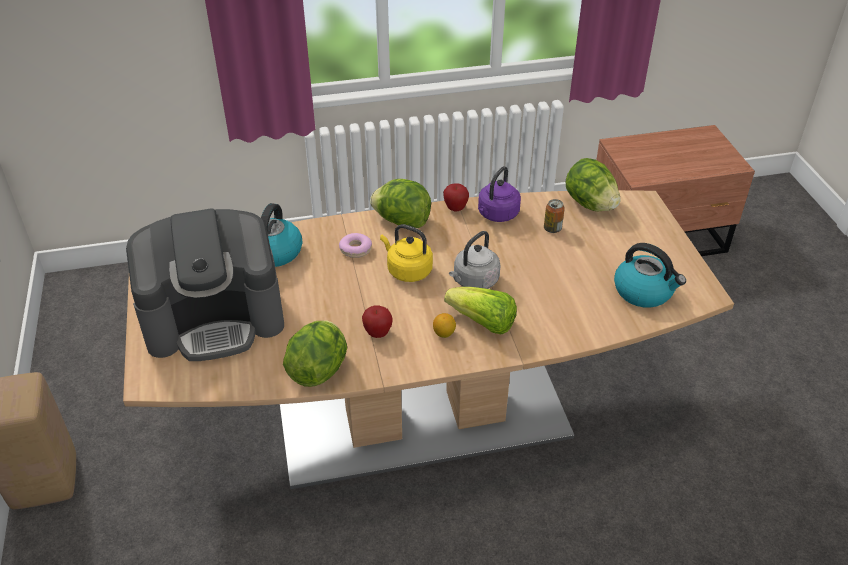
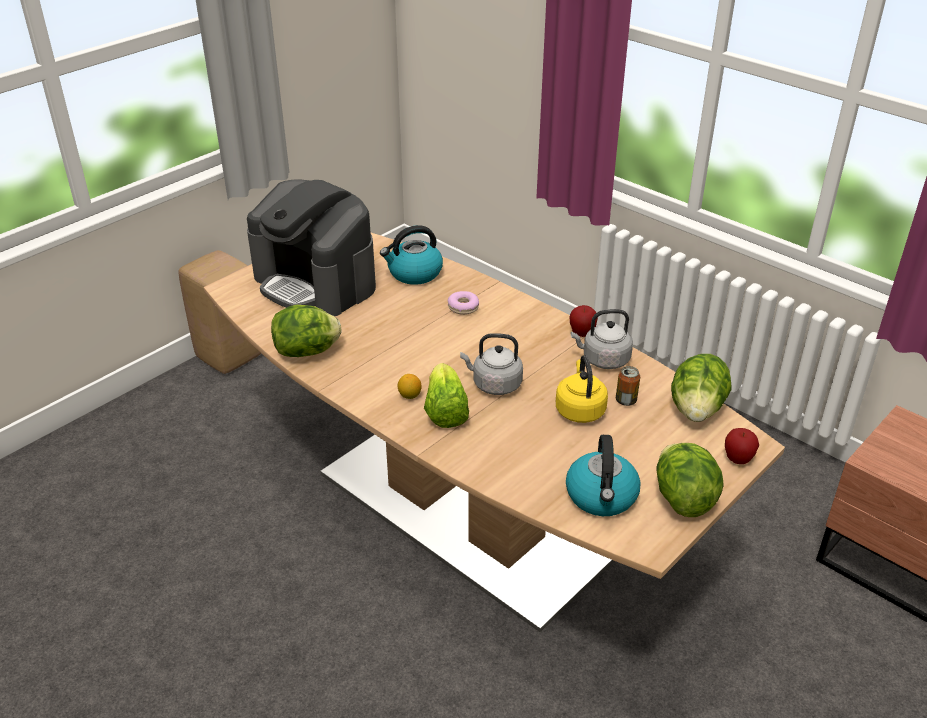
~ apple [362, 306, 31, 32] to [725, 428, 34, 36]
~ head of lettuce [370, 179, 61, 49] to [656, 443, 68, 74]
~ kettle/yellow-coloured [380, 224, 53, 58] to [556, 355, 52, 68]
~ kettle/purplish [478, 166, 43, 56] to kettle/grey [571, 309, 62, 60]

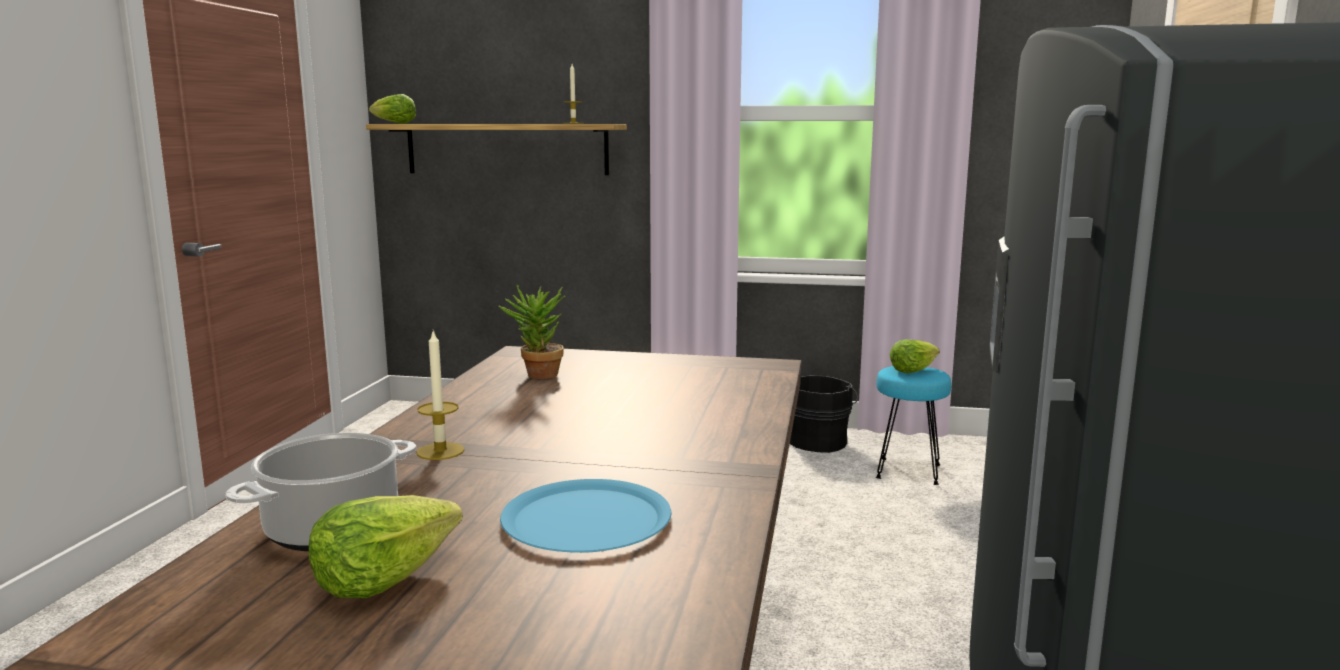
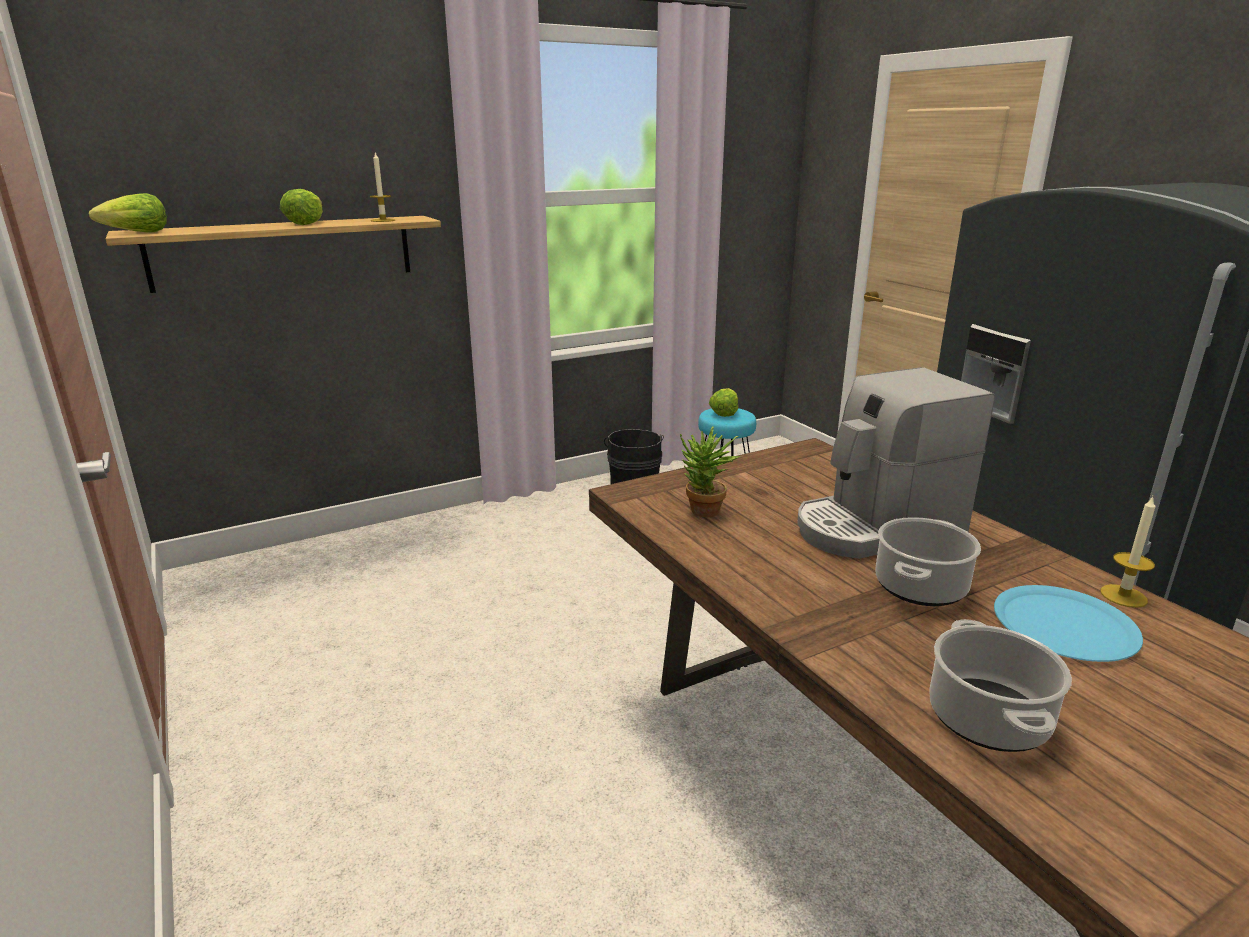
~ head of lettuce [309, 495, 154, 103] to [280, 189, 43, 36]
~ wax candle [417, 331, 48, 129] to [1100, 496, 55, 112]
+ coffee machine [798, 367, 197, 192]
+ saucepot [876, 517, 105, 89]

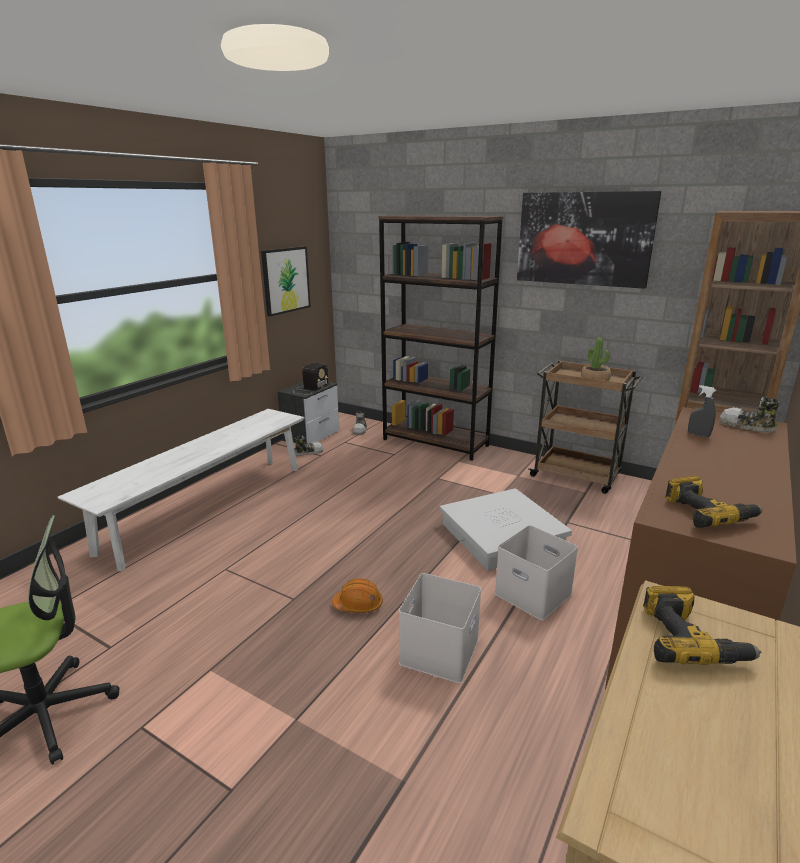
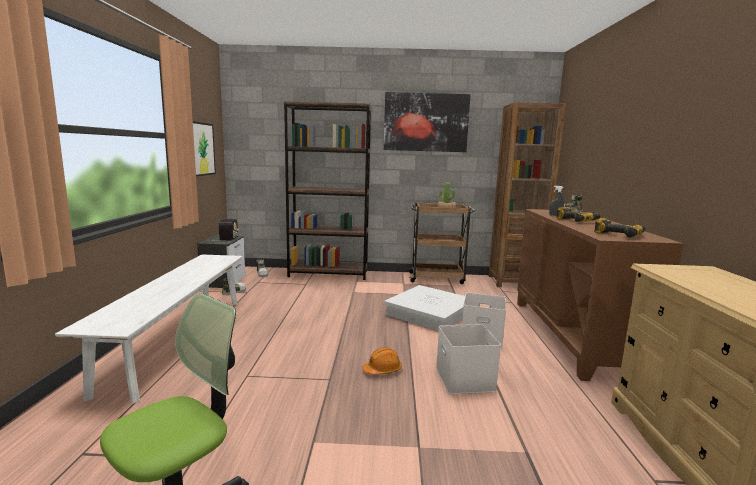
~ electric drill [643, 586, 119, 79] to [556, 207, 45, 15]

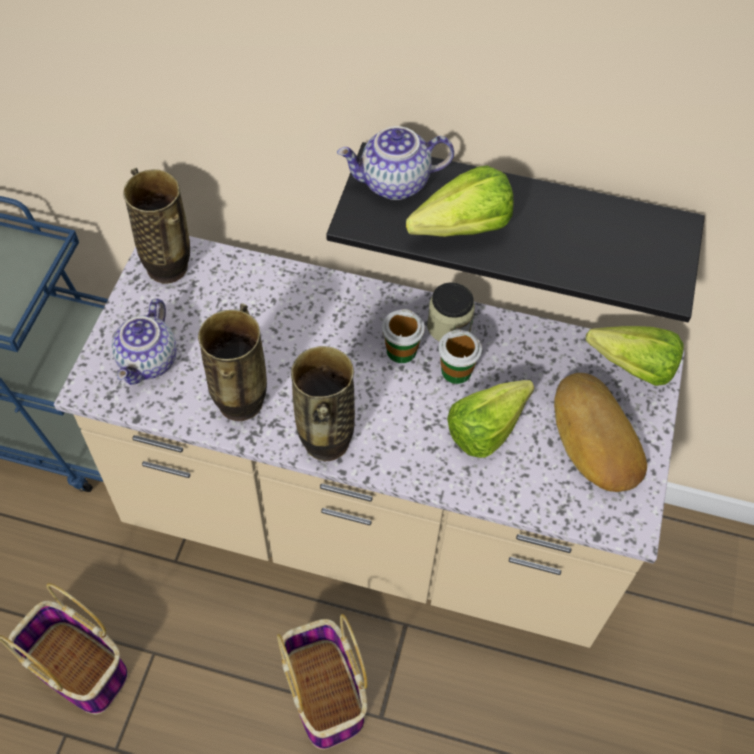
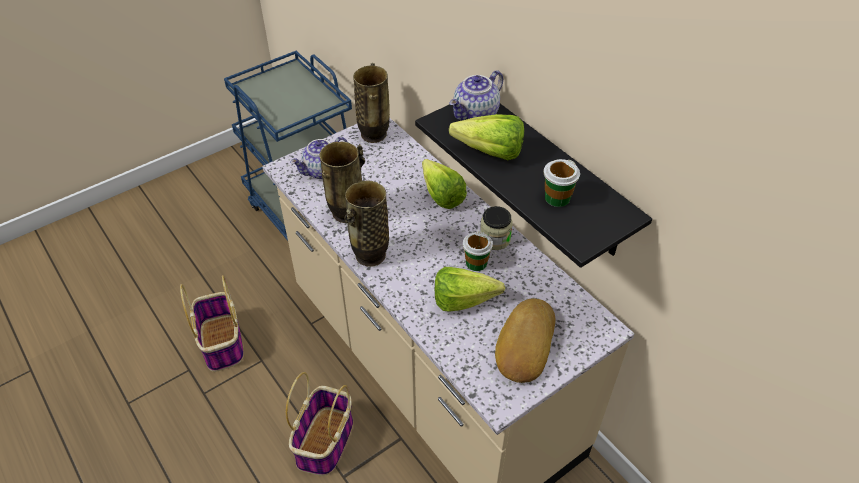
~ pot for tea [337, 126, 117, 74] = [449, 70, 54, 51] 75 degrees counterclockwise
~ drinking cup [382, 309, 43, 54] to [544, 159, 36, 48]
~ head of lettuce [586, 326, 97, 60] to [422, 159, 45, 50]

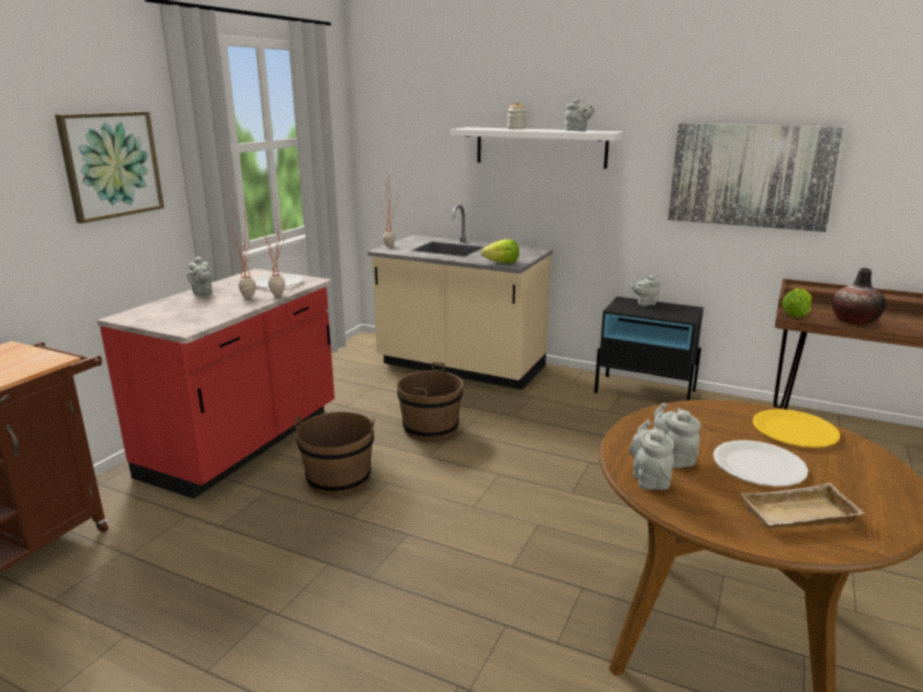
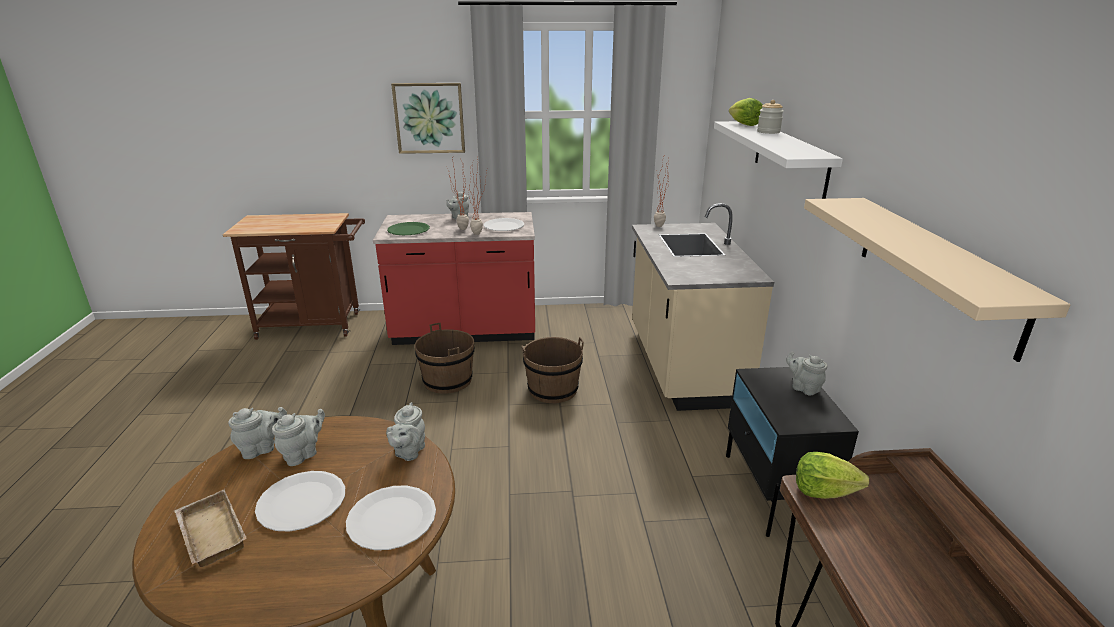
~ head of lettuce [481, 239, 38, 24] to [729, 98, 34, 28]
~ pot for tea/grey [565, 98, 30, 33] to [386, 402, 39, 59]
~ picture [668, 123, 178, 109] to bracket shelf/sand-coloured [804, 198, 267, 164]
~ flat dish/yellow-coloured [752, 409, 88, 39] to flat dish/white [346, 486, 90, 64]
- decorative vase [832, 268, 54, 58]
+ flat dish/green [387, 222, 43, 13]

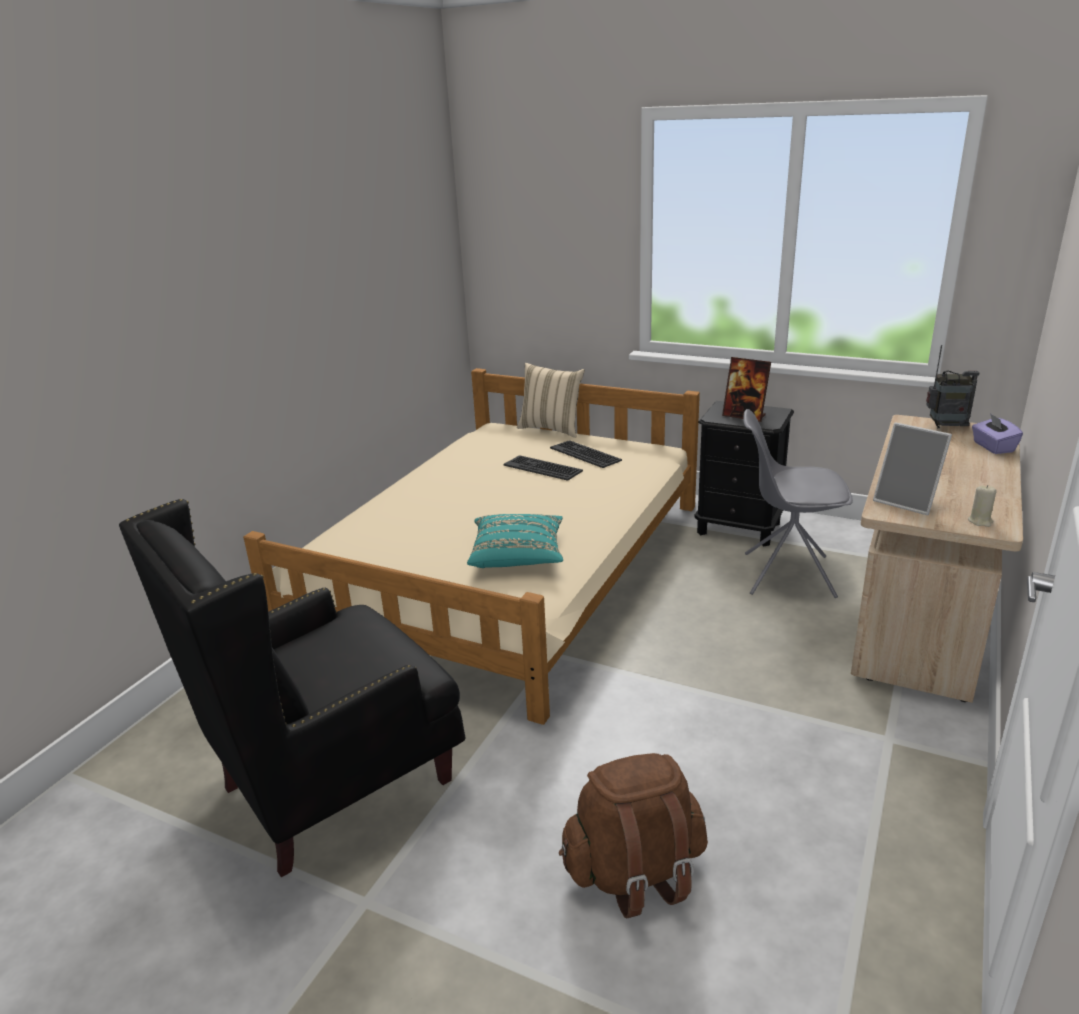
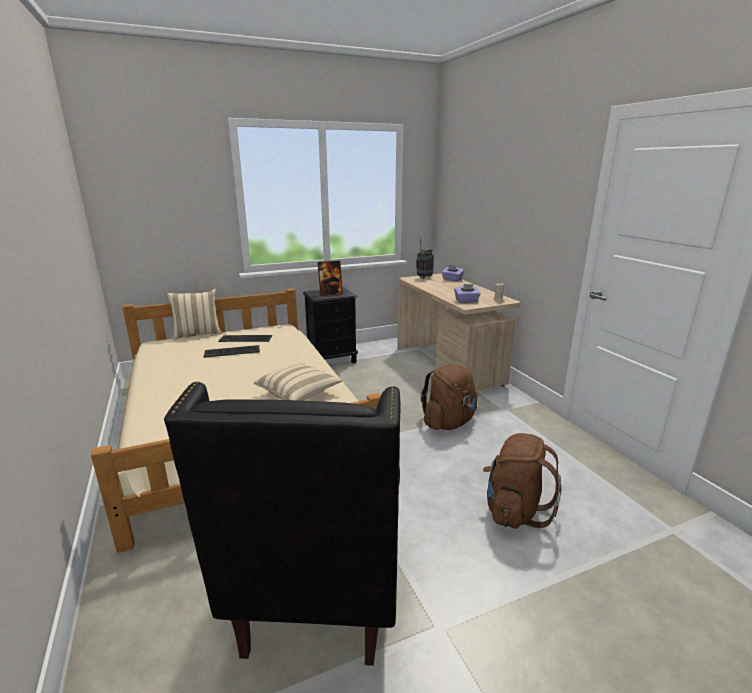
~ cushion/turquoise-coloured [467, 514, 96, 54] to cushion/sand-coloured [254, 363, 89, 38]
- upright chair/grey [743, 409, 110, 189]
~ standing frame [873, 422, 79, 93] to tissue box/purplish [454, 284, 27, 19]
+ rucksack/brown [421, 364, 57, 66]

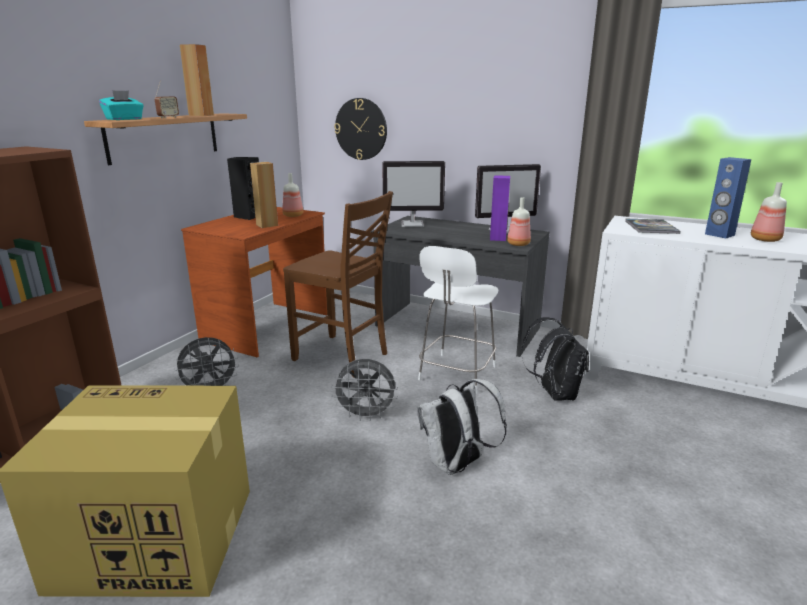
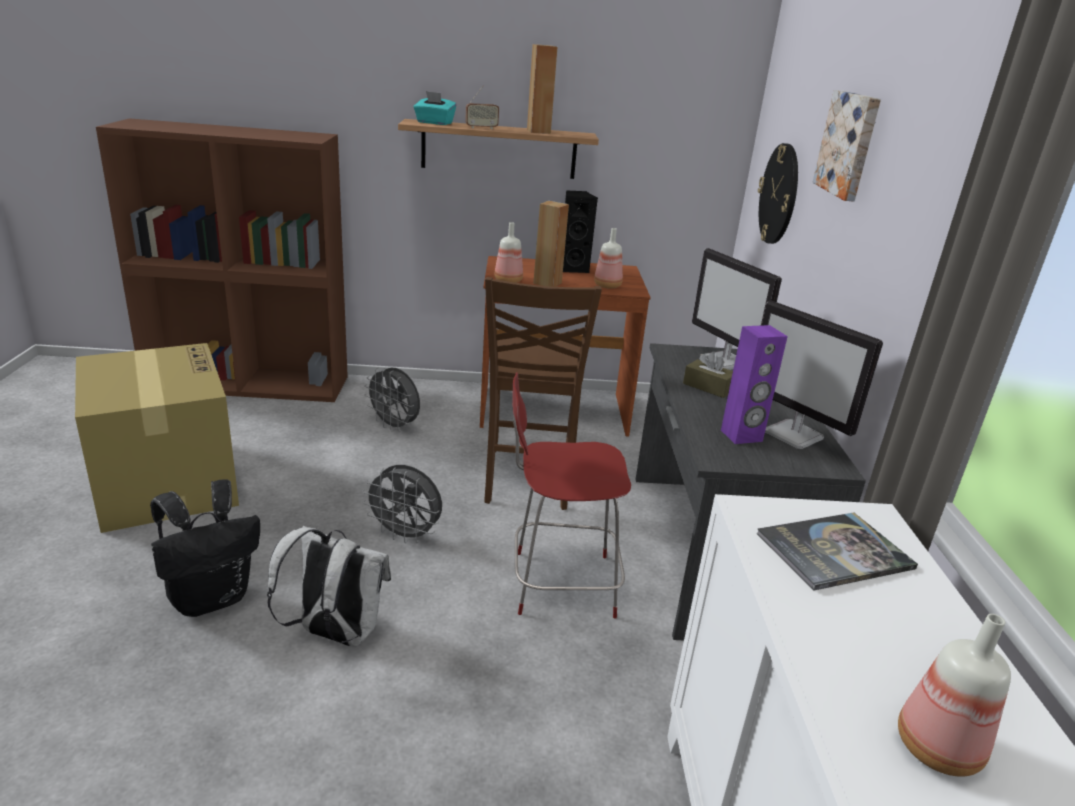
~ fan/grey [331, 359, 67, 62] = [362, 465, 80, 78] 45 degrees counterclockwise
~ upright chair/white [418, 246, 80, 148] to upright chair/reddish [512, 372, 119, 247]
~ drink bottle [507, 197, 24, 49] to [494, 222, 29, 61]
~ rucksack/black-coloured [521, 317, 68, 84] to [150, 479, 110, 138]
- speaker/blue [705, 157, 46, 81]
+ tissue box/brown [683, 352, 50, 46]
+ picture [813, 90, 68, 112]

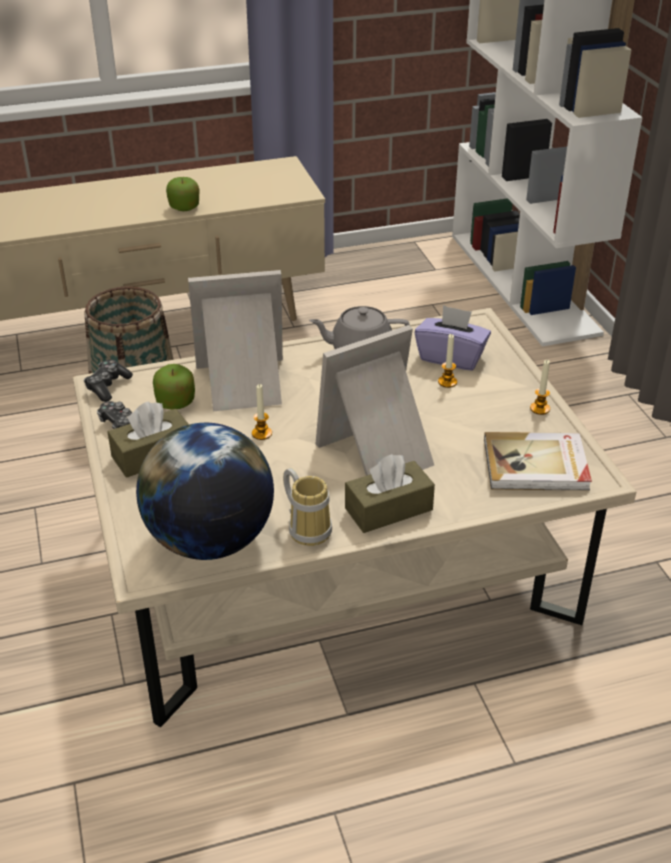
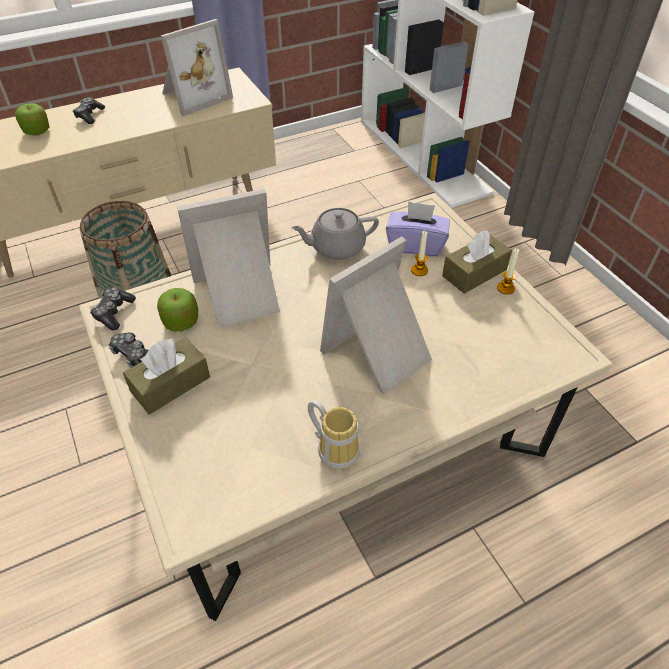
- world globe [136, 423, 138, 137]
~ apple [166, 177, 34, 34] to [15, 103, 35, 32]
- wax candle [252, 384, 20, 56]
~ tissue box/brown [345, 454, 90, 79] to [442, 230, 70, 64]
- bound book [484, 432, 108, 59]
+ gamepad [73, 97, 32, 27]
+ standing frame [161, 19, 72, 98]

